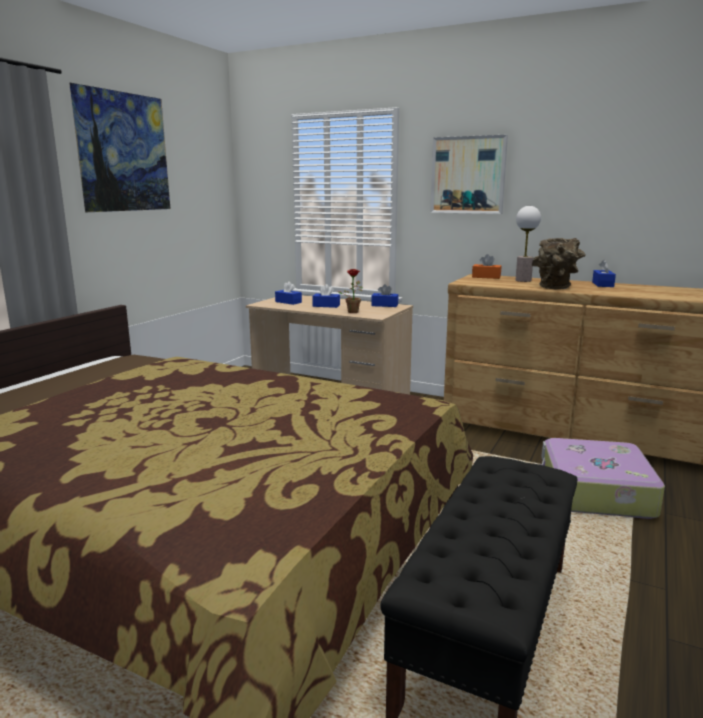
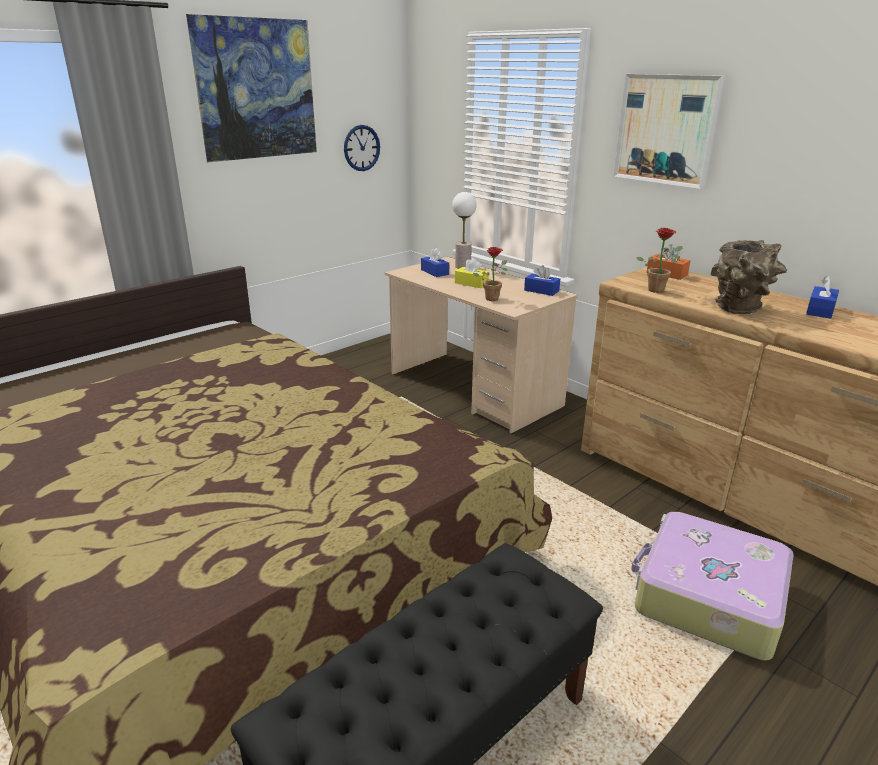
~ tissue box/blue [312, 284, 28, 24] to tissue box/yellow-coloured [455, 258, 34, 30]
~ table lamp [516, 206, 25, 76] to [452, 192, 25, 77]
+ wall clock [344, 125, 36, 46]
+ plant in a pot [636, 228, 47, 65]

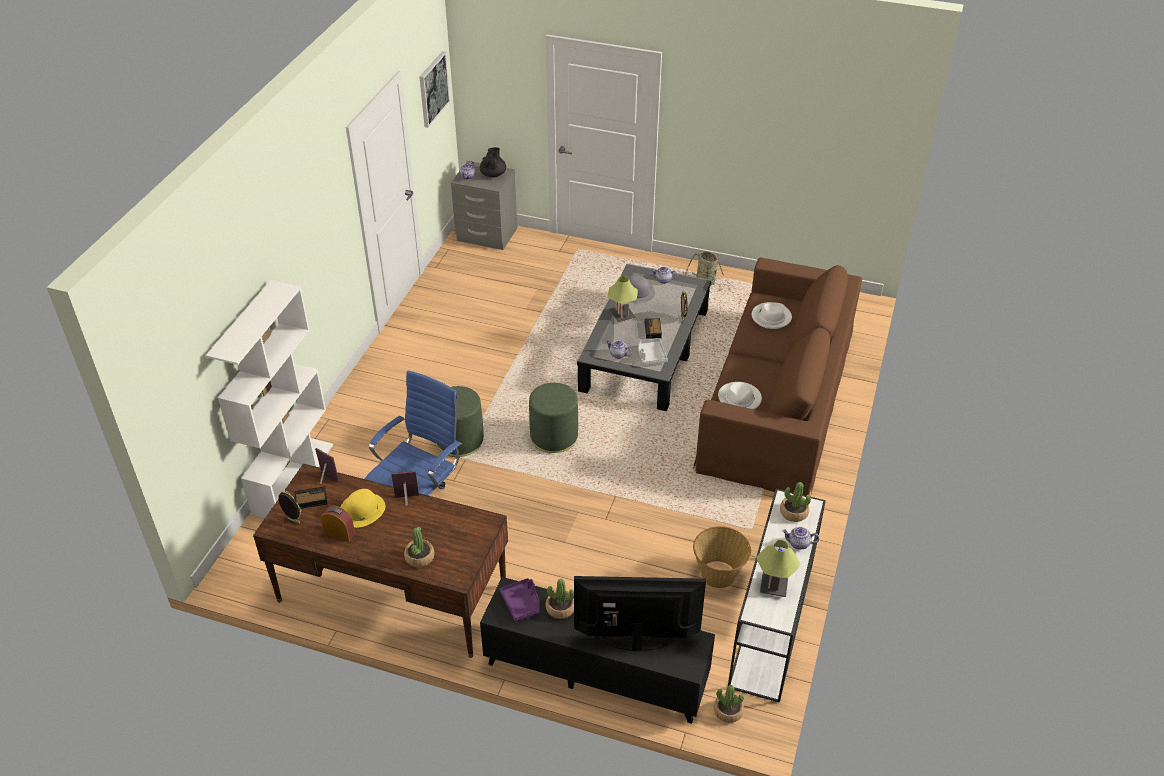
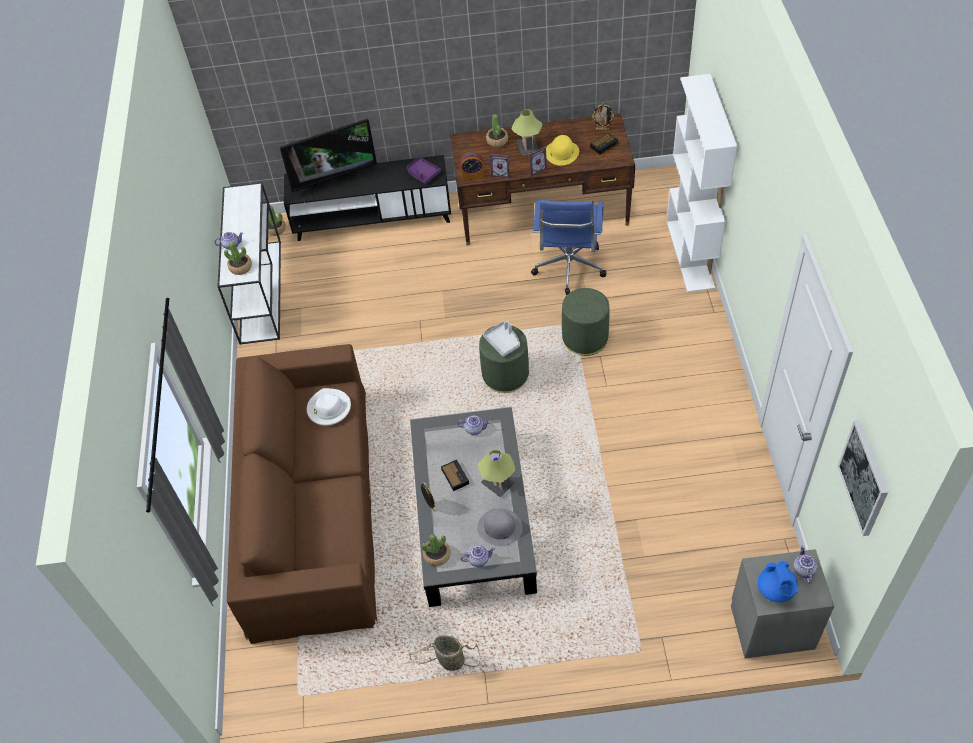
~ standing frame [315, 448, 24, 36] to [490, 154, 20, 25]
~ table clock [321, 506, 34, 36] to [460, 152, 24, 27]
~ pot for tea/black-coloured [480, 147, 26, 31] to pot for tea/blue [757, 561, 41, 42]
~ plant in a pot [546, 579, 28, 40] to [421, 534, 30, 32]
~ carrying tray/grey [639, 338, 29, 27] to [483, 321, 37, 36]
- storage basket [693, 526, 58, 62]
- wearable hat/white [752, 302, 40, 27]
~ table lamp [756, 540, 44, 57] to [511, 109, 32, 46]

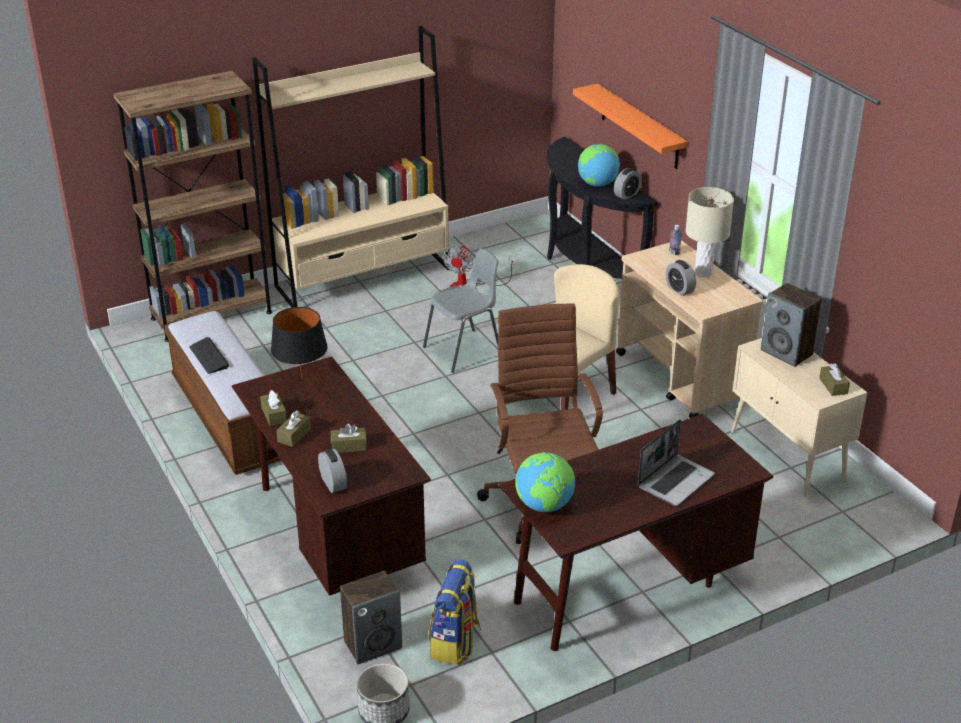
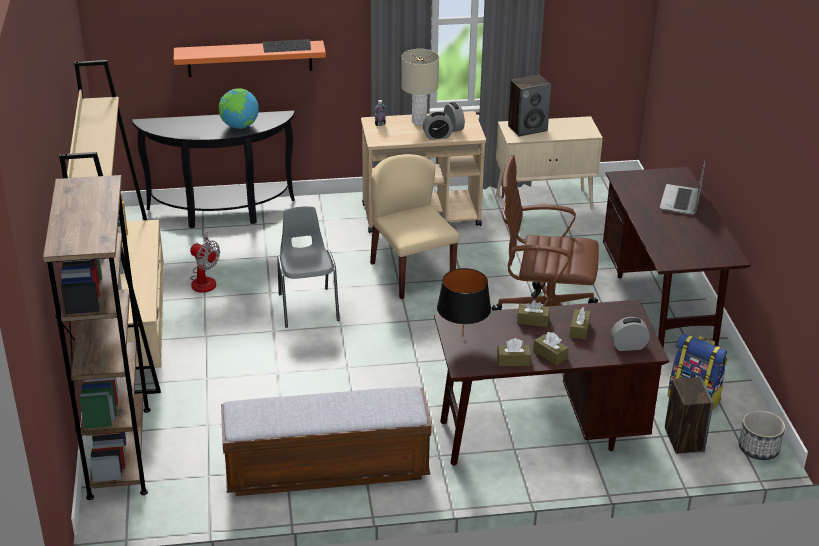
~ PC keyboard [189, 337, 40, 37] to [262, 39, 49, 14]
- world globe [515, 452, 60, 60]
~ table clock [614, 168, 28, 32] to [444, 102, 21, 30]
~ portable computer [638, 419, 77, 87] = [660, 162, 45, 53] 135 degrees counterclockwise
~ tissue box/brown [819, 363, 31, 33] to [517, 300, 33, 27]

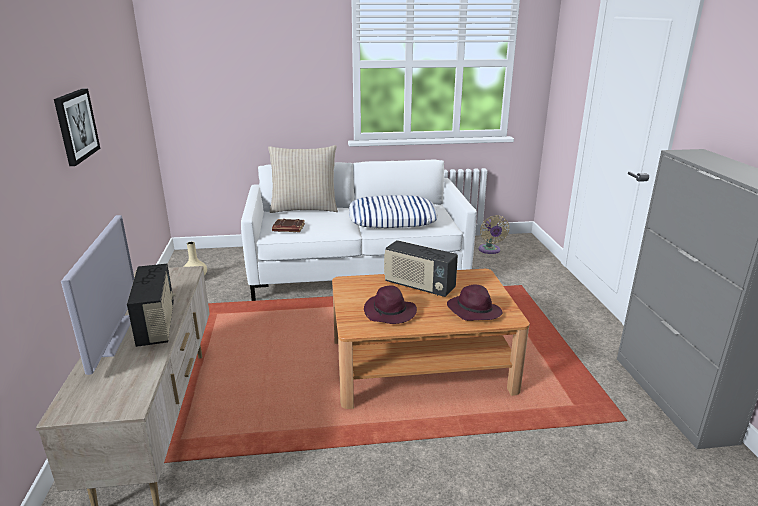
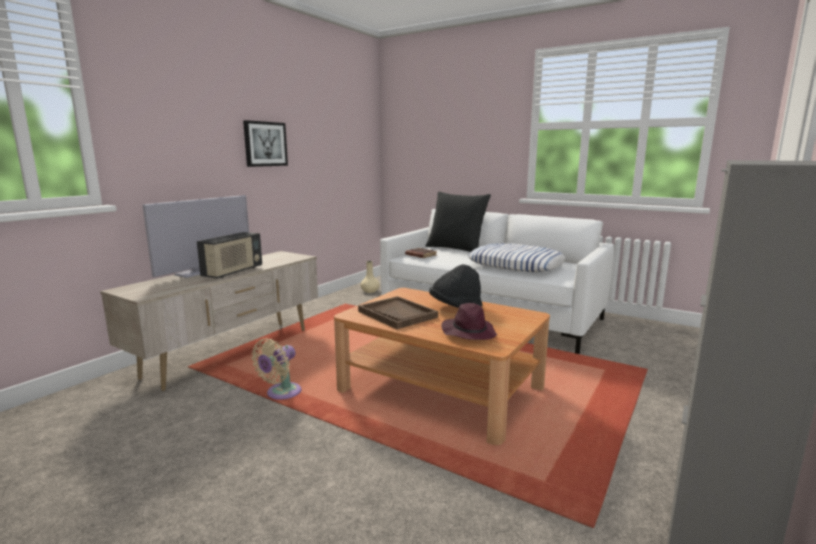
~ cushion/sand-coloured [268, 145, 70, 68] to cushion/black-coloured [426, 192, 65, 60]
~ wearable hat/purplish [364, 285, 53, 39] to carrying tray/brown [358, 296, 80, 33]
~ radio set [384, 240, 74, 57] to wearable hat/black-coloured [429, 264, 53, 44]
~ fan/sand-coloured [479, 215, 30, 39] to [252, 338, 50, 62]

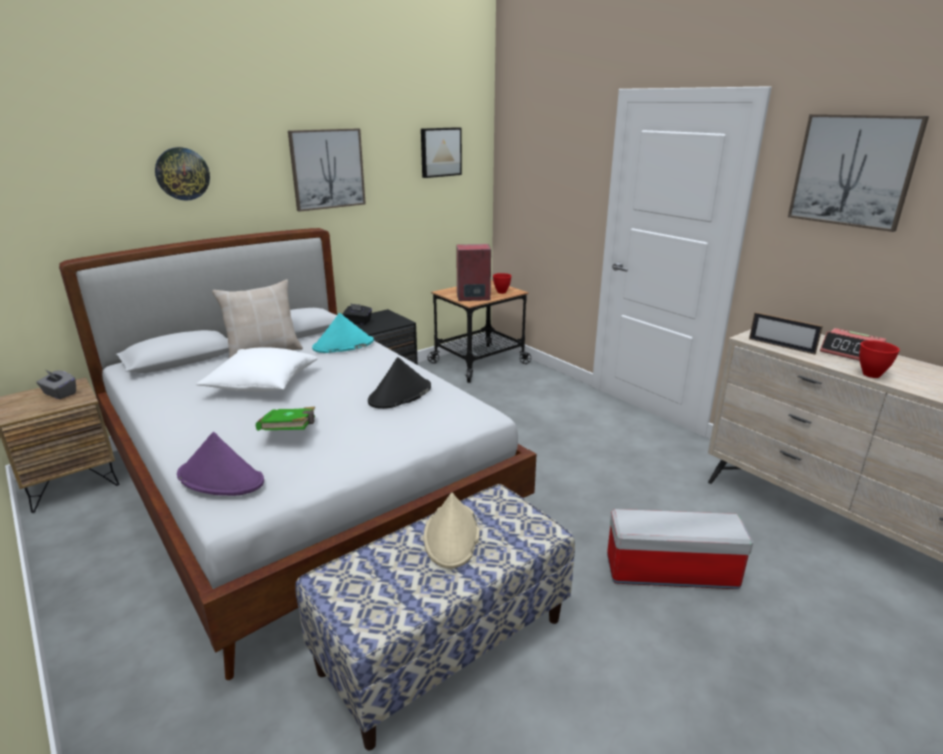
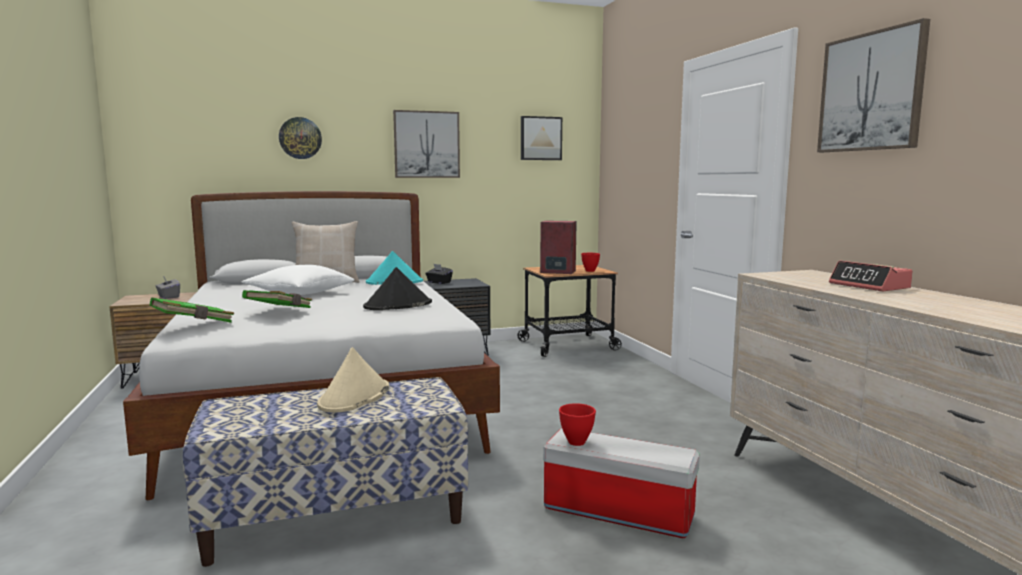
~ wearable hat/purplish [177, 432, 87, 64] to bound book/green [150, 298, 85, 25]
- standing frame [749, 312, 74, 43]
~ deep dish/reddish [859, 340, 41, 38] to [559, 403, 37, 43]

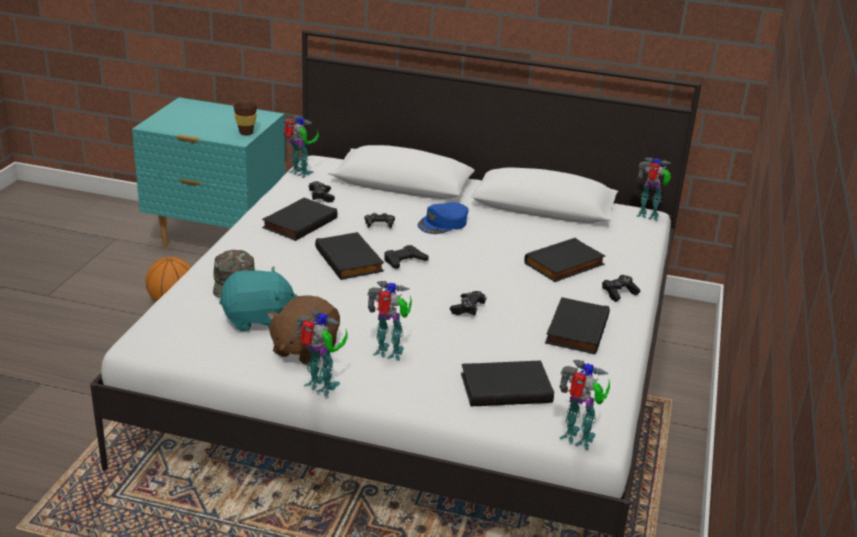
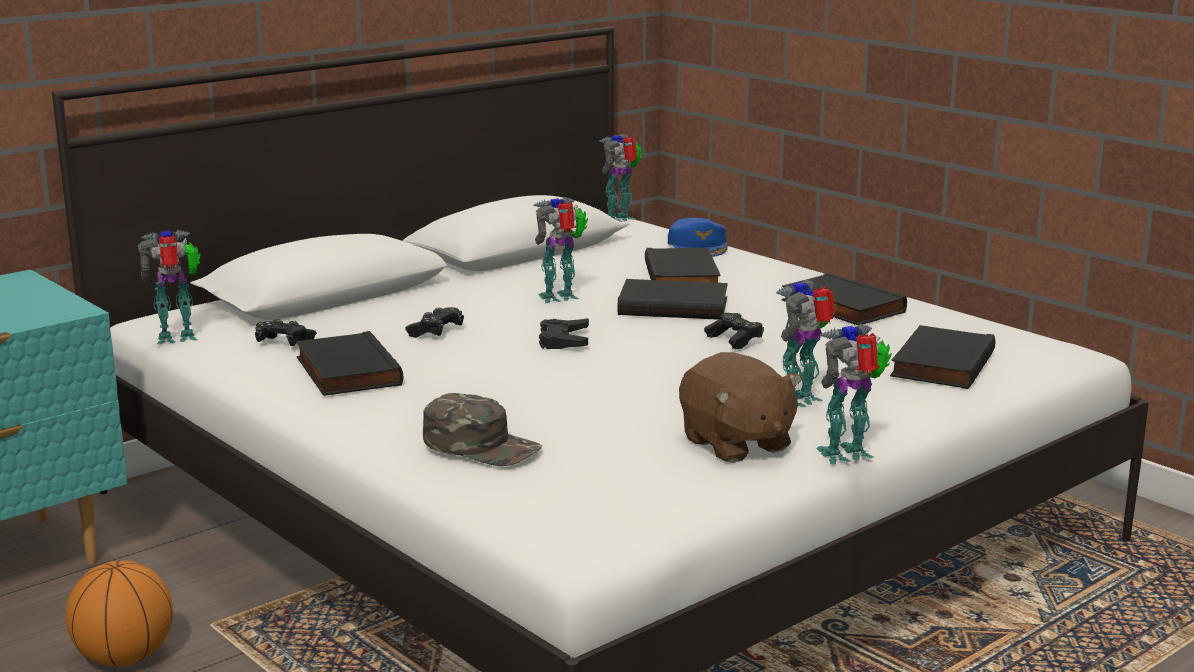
- soft toy/turquoise-coloured [219, 267, 78, 64]
- drinking cup/brown [233, 101, 24, 34]
~ bound book/black-coloured [315, 232, 69, 48] to [618, 279, 110, 41]
~ cap/blue [418, 202, 51, 32] to [668, 218, 60, 39]
~ robot figure [559, 360, 51, 90] to [534, 197, 54, 106]
- gamepad/black-coloured [602, 275, 38, 27]

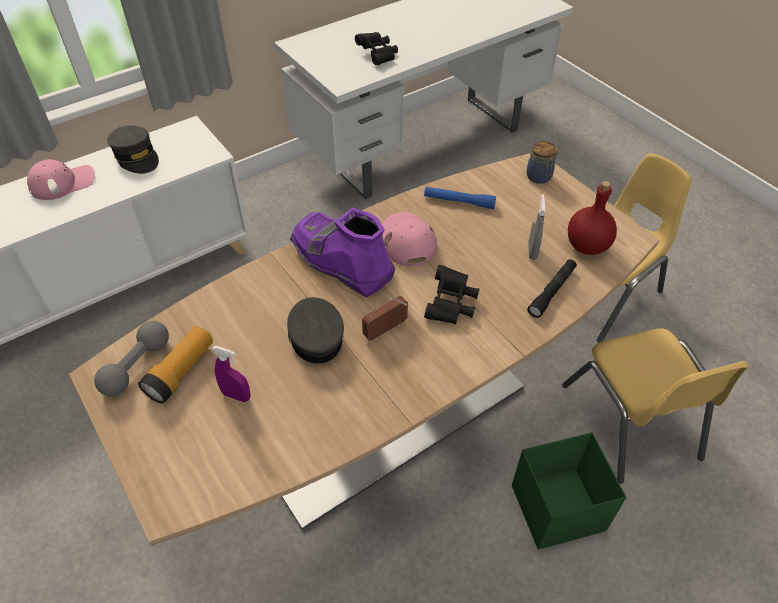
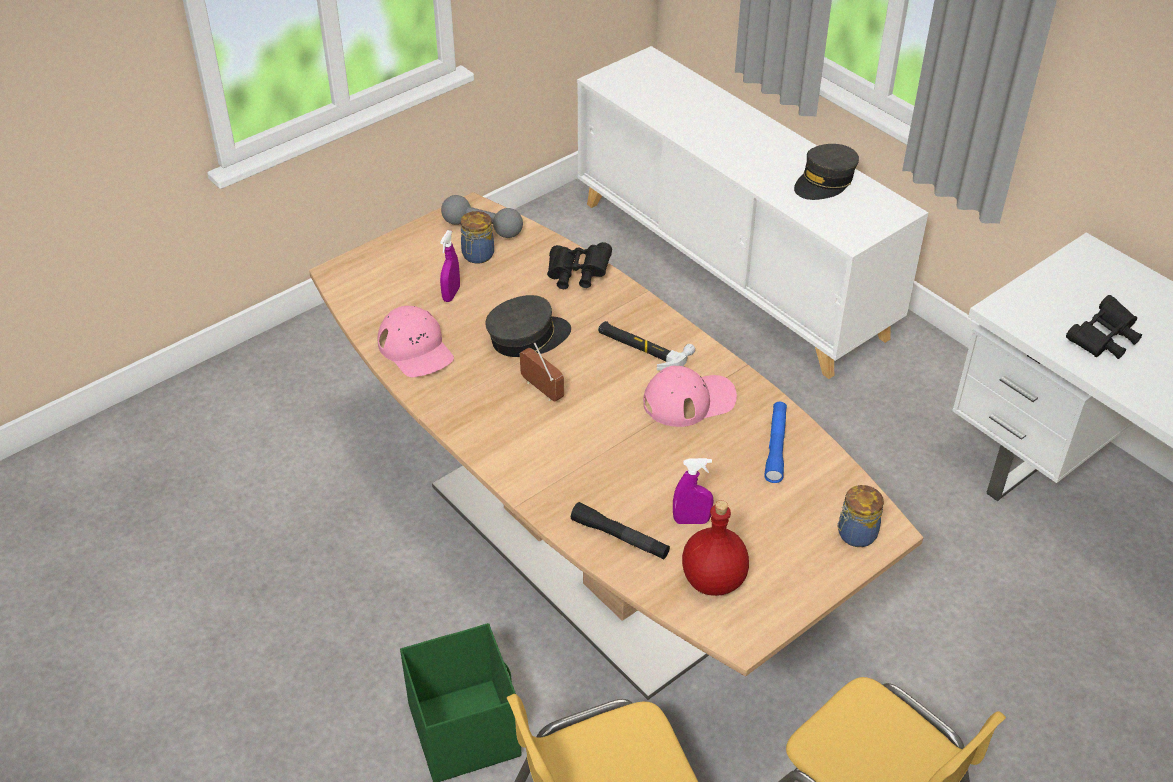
~ cap/pink [27, 159, 68, 41] to [377, 306, 77, 71]
~ torch [138, 326, 75, 78] to storage jar [461, 211, 33, 53]
~ high-top boot/purplish [290, 207, 105, 91] to tool hammer [598, 321, 97, 50]
~ field glasses/black-coloured [424, 265, 56, 59] to [547, 242, 65, 47]
~ hand sprayer/grey [528, 194, 18, 66] to hand sprayer/purplish [673, 458, 41, 66]

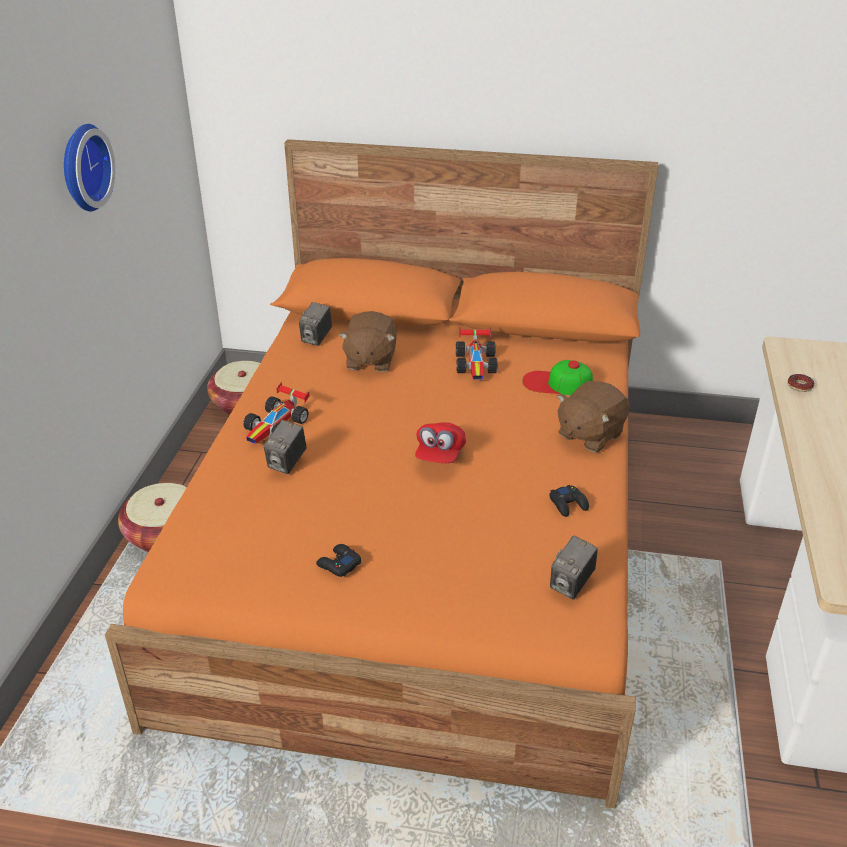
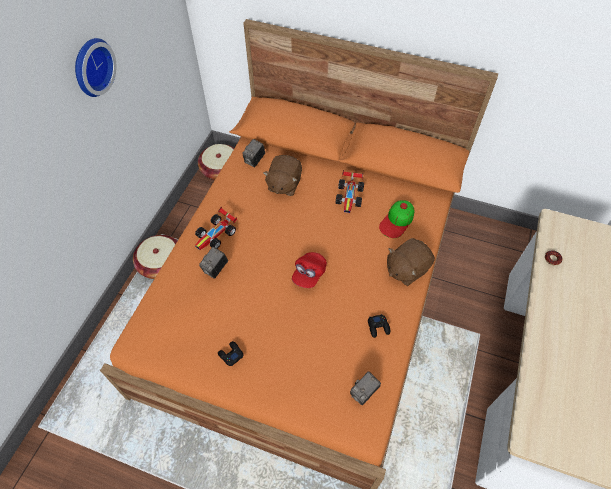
~ cap [522, 360, 71, 35] = [379, 200, 36, 38] 75 degrees counterclockwise

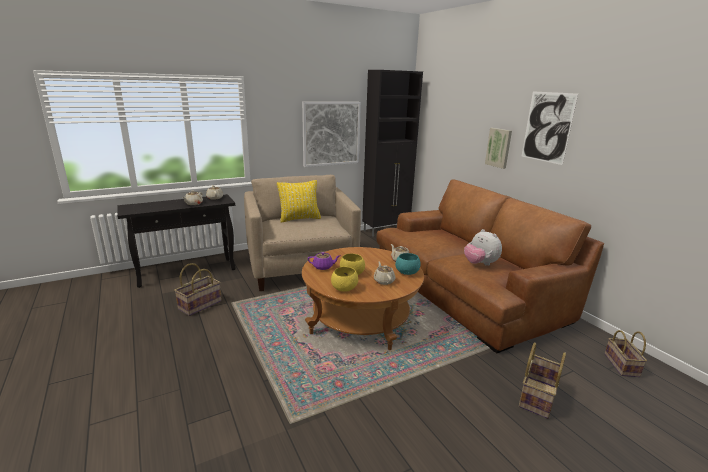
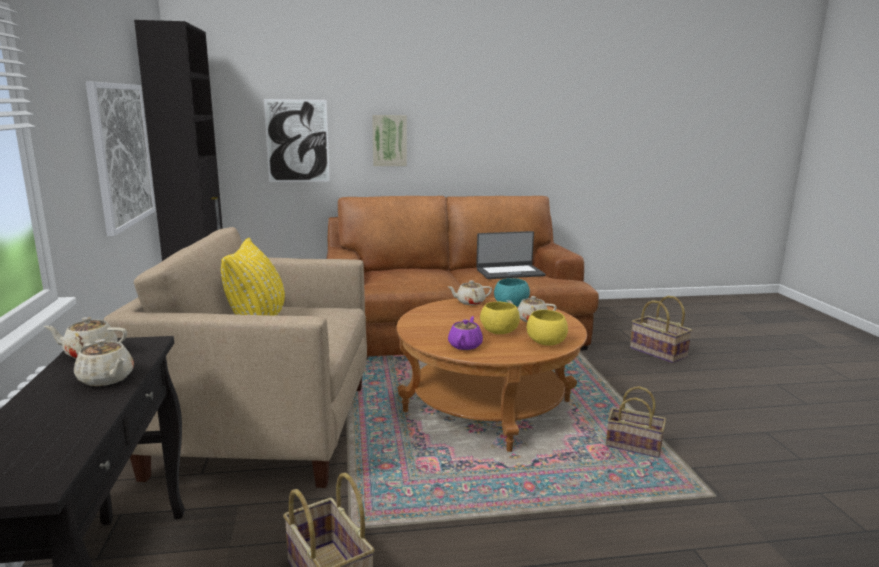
~ soft toy [464, 229, 38, 37] to portable computer [476, 231, 70, 48]
~ picture [522, 91, 56, 74] to [264, 99, 66, 83]
~ storage basket [604, 330, 43, 47] to [606, 386, 60, 72]

